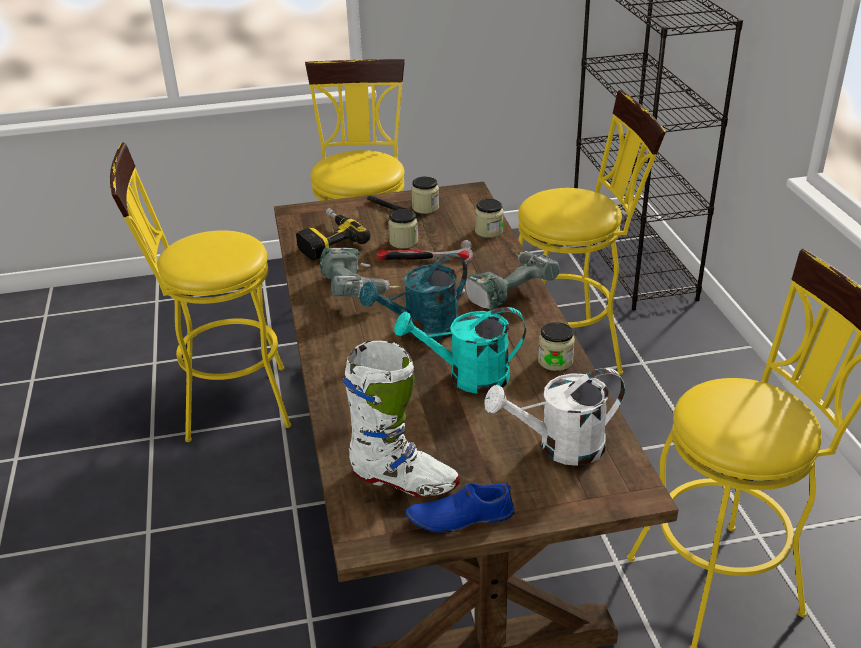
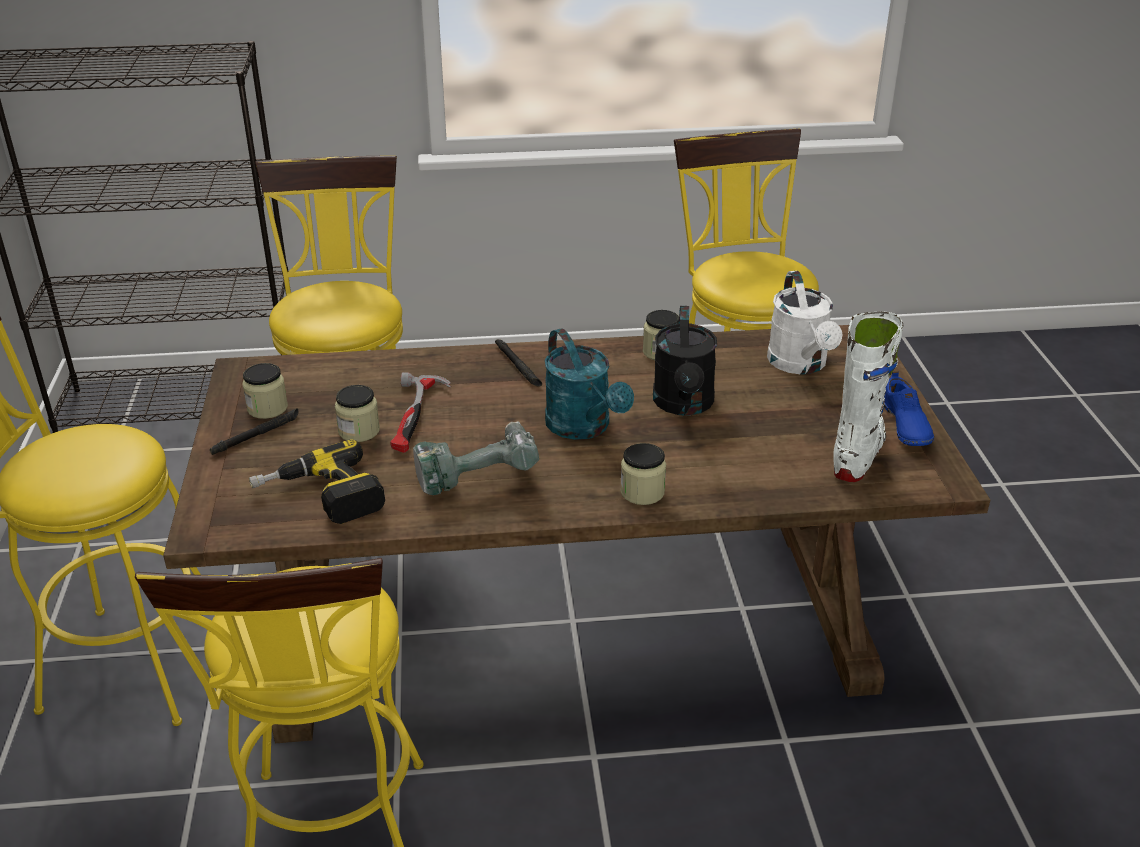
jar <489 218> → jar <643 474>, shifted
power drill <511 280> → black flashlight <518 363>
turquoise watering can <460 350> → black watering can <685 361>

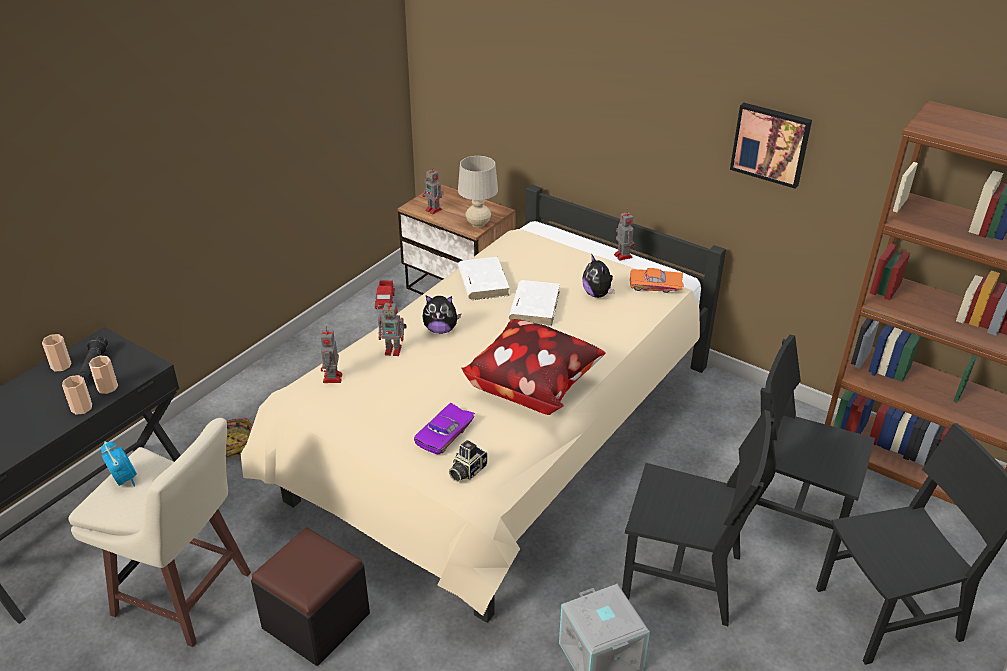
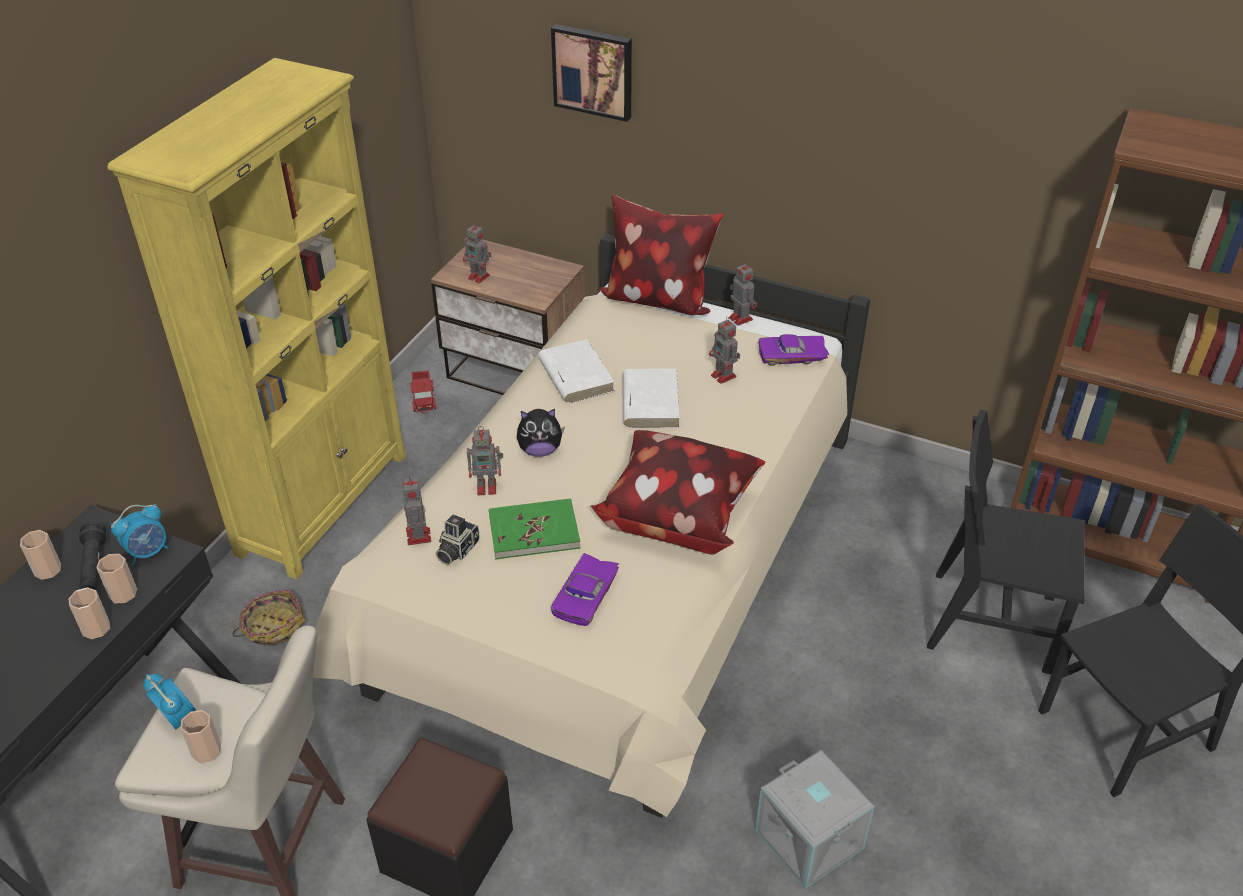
beige table lamp <478 191> → -
black chair <698 518> → -
- → yellow bookcase <257 319>
- → alarm clock <140 534>
- → cup <200 736>
- → green book <534 529>
- → pillow <661 255>
photo camera <468 461> → photo camera <457 539>, shifted
picture <771 145> → picture <591 73>, shifted
plush toy <598 276> → toy robot <724 350>
orange toy car <657 280> → purple toy car <794 350>

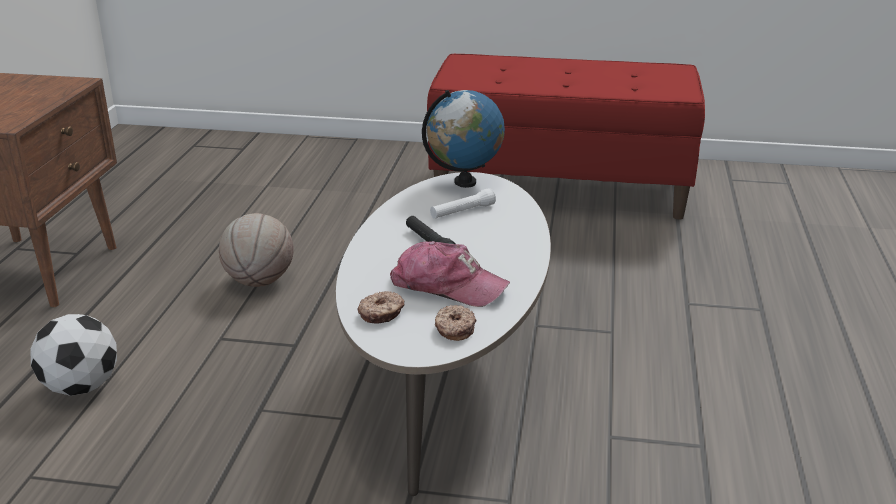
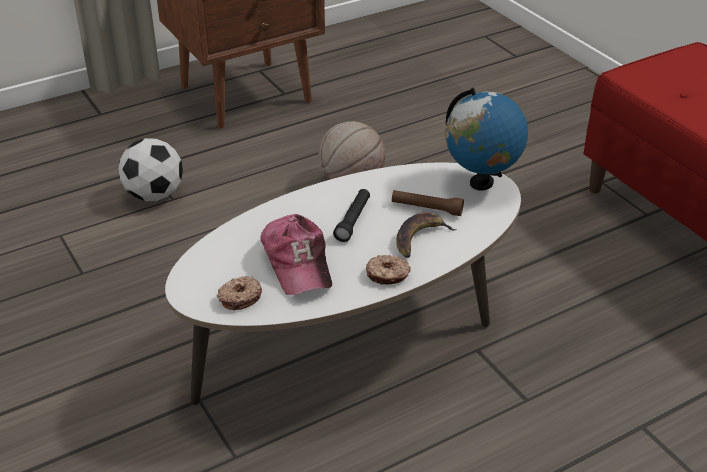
- → banana <426 235>
donut <381 307> → donut <388 270>, shifted
white flashlight <463 203> → brown flashlight <428 203>

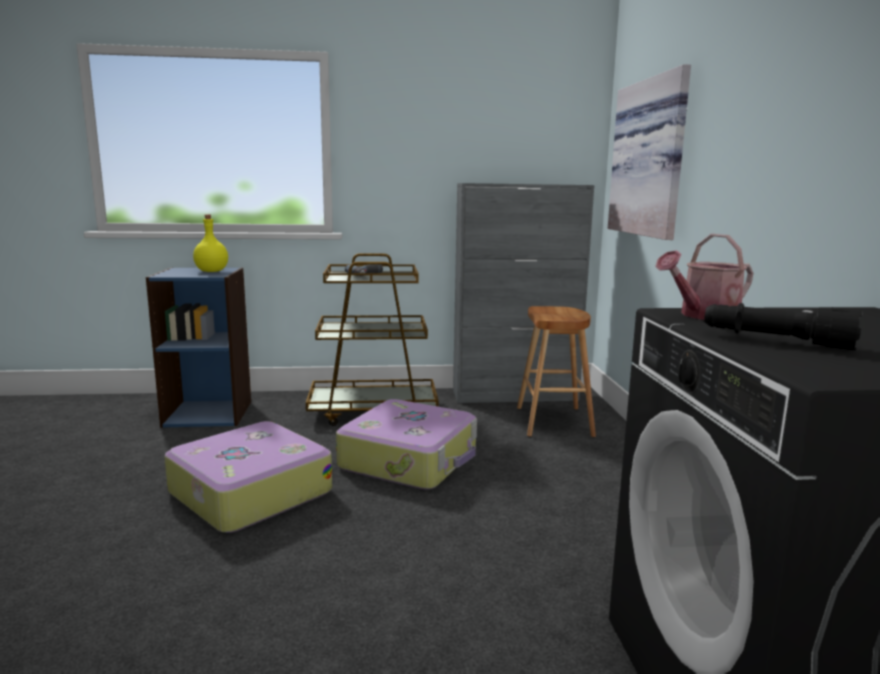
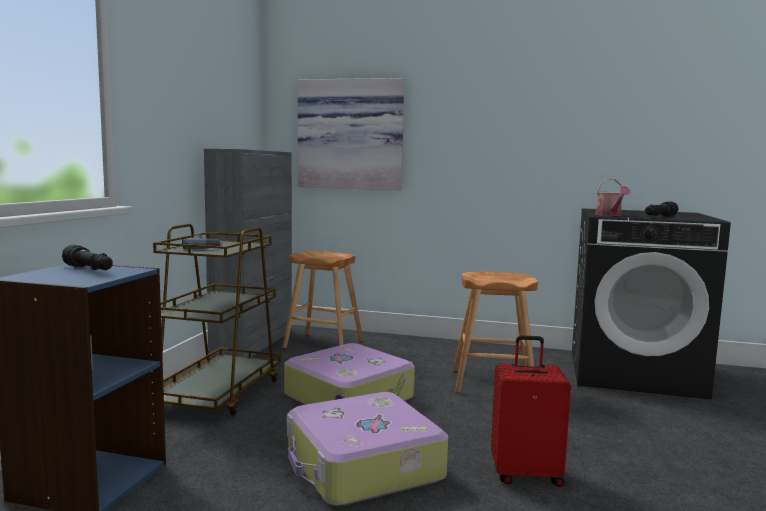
- → brown stool <495 332>
- → red suitcase <531 411>
yellow bottle <210 243> → black flashlight <87 257>

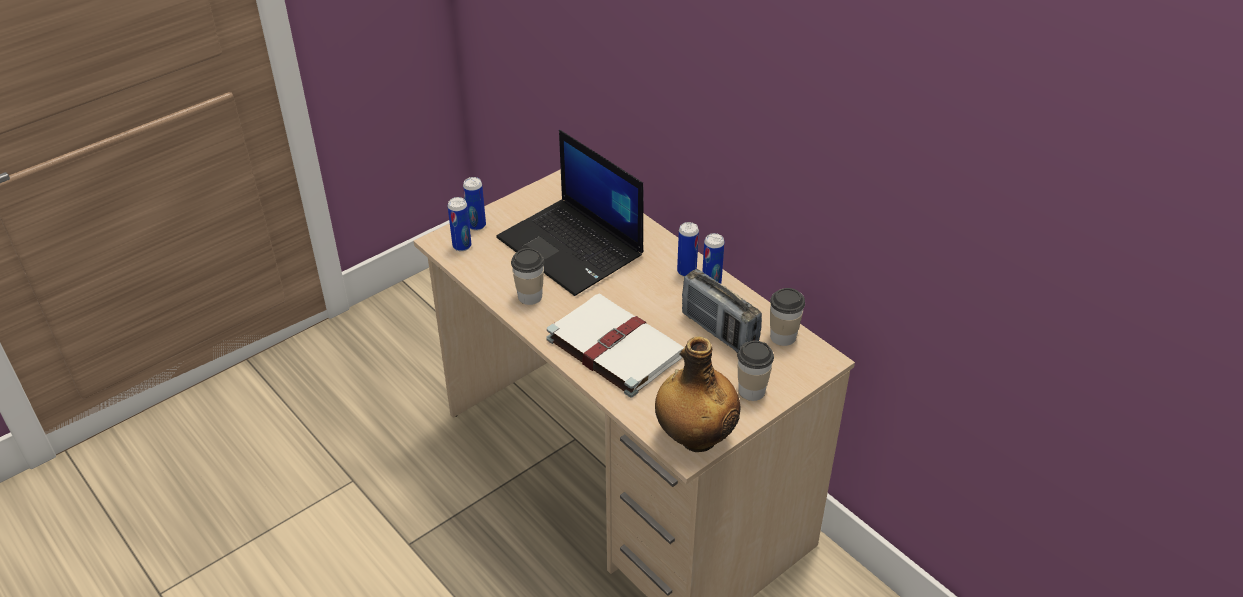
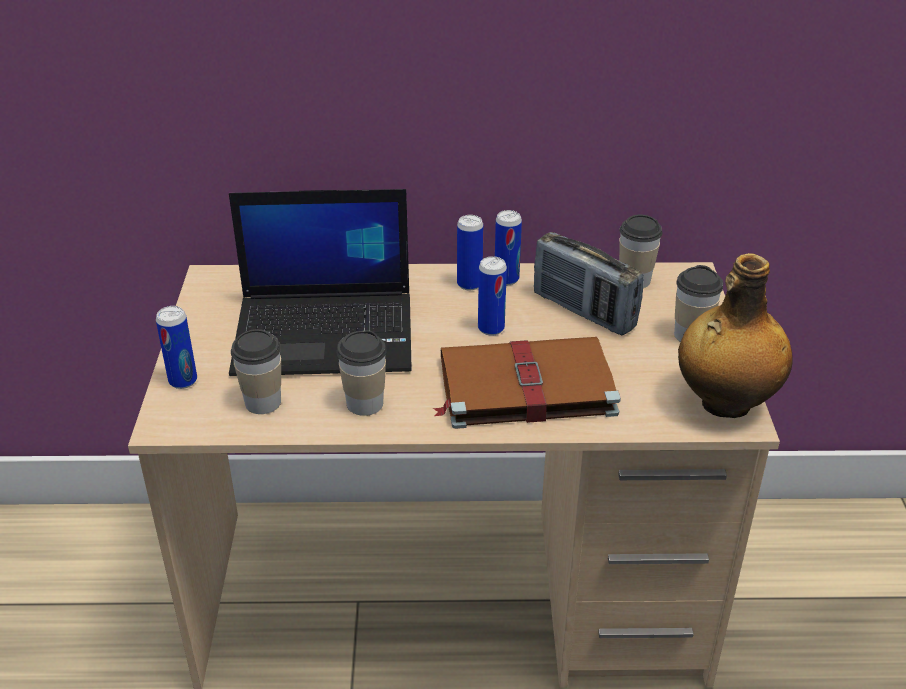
- → cup <256 371>
can <459 224> → can <492 296>, shifted
white book <615 345> → brown book <527 383>
radio <722 311> → radio <589 283>, 45 degrees clockwise

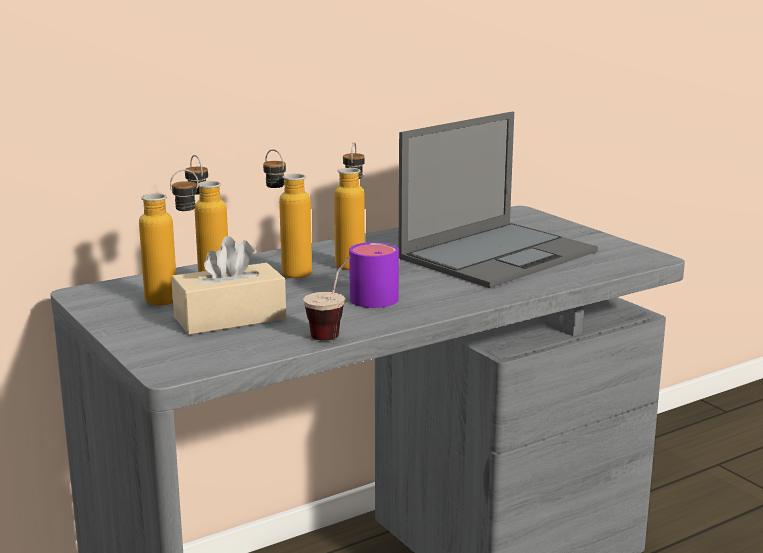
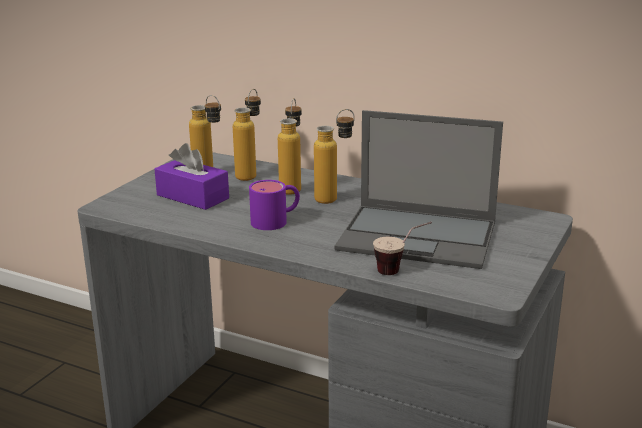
cup <326 298> → cup <402 248>, shifted
beige tissue box <228 285> → purple tissue box <191 176>

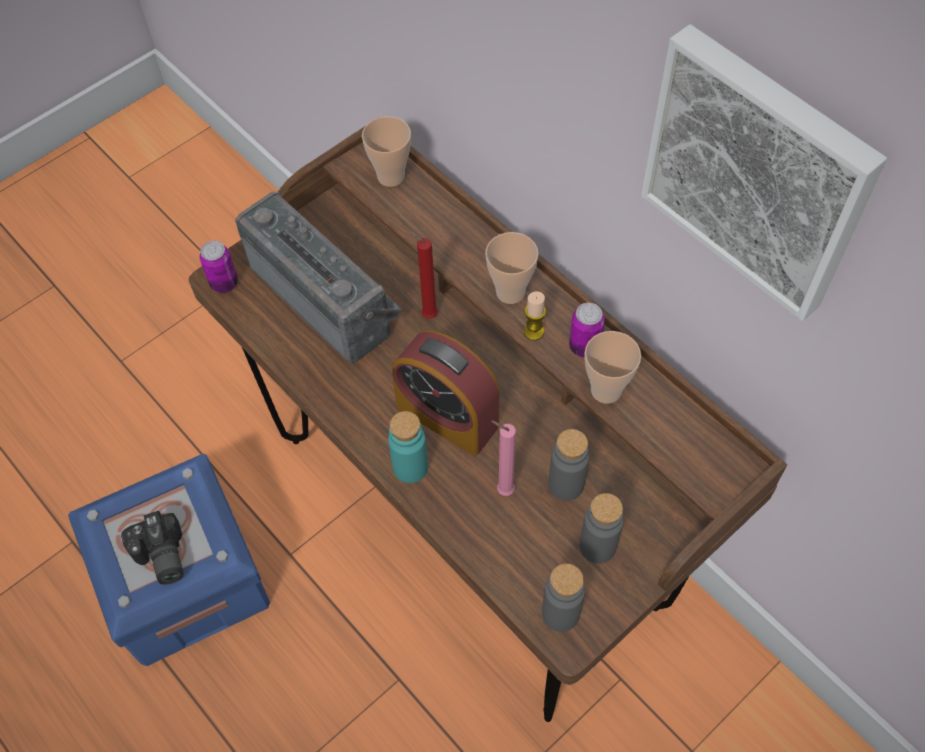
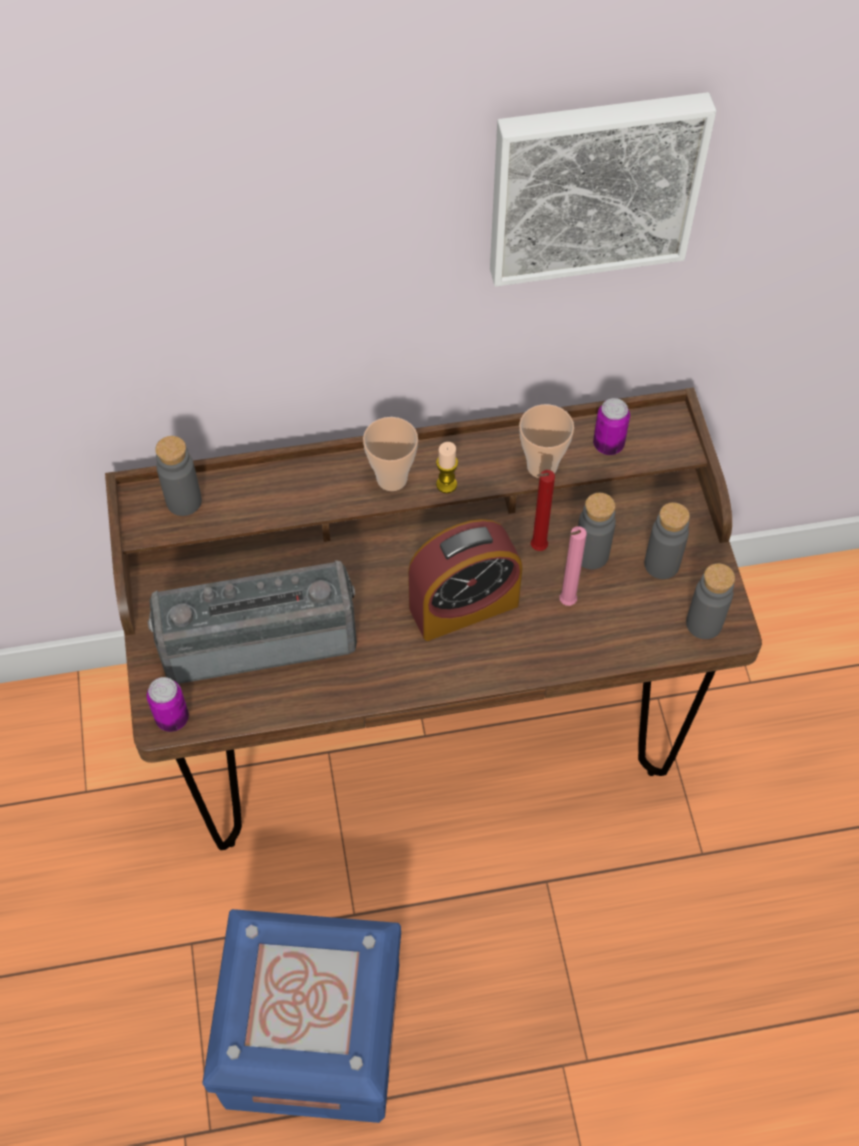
photo camera <152 548> → -
turquoise bottle <408 447> → -
red candle <423 275> → red candle <543 510>, shifted
can <587 330> → can <611 426>, shifted
cup <386 151> → grey bottle <178 476>

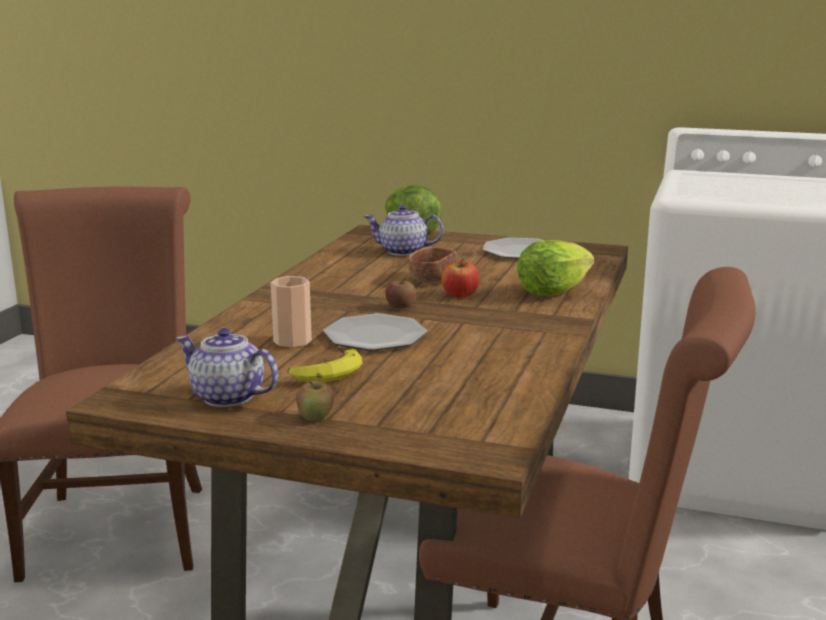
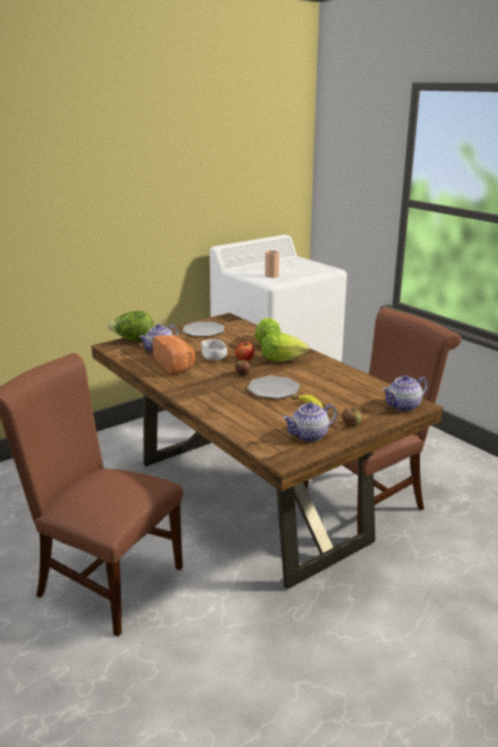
- → bread <173 354>
- → lettuce <285 347>
- → teapot <405 393>
cup <291 312> → cup <272 264>, shifted
brown bowl <432 265> → white bowl <214 350>

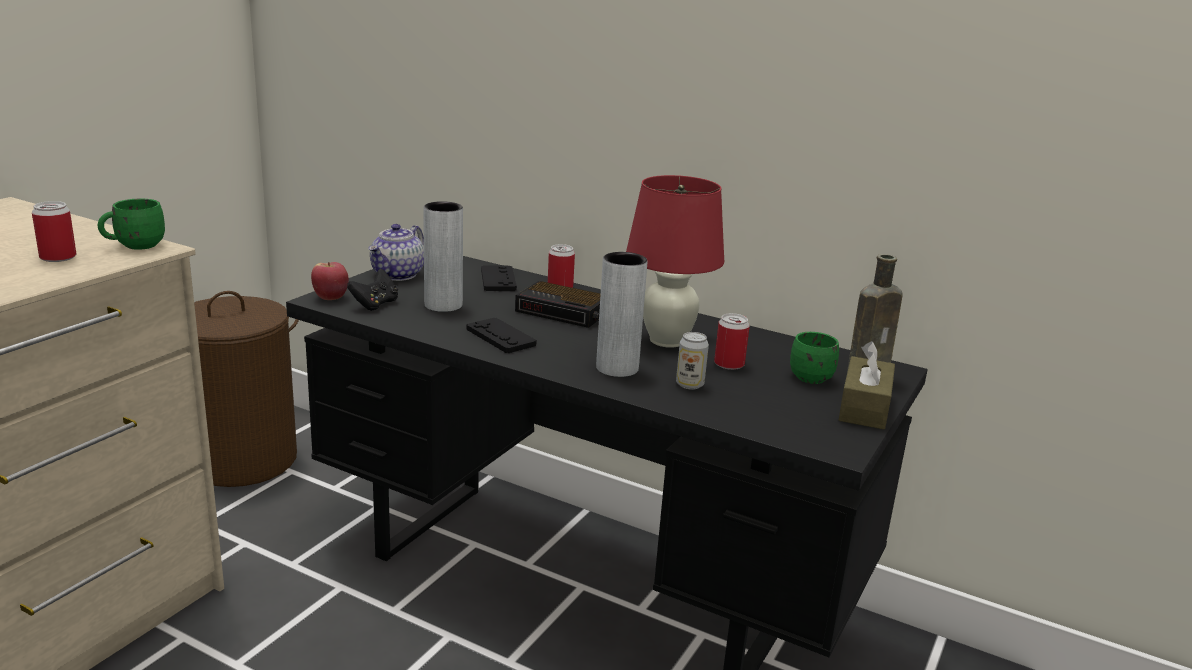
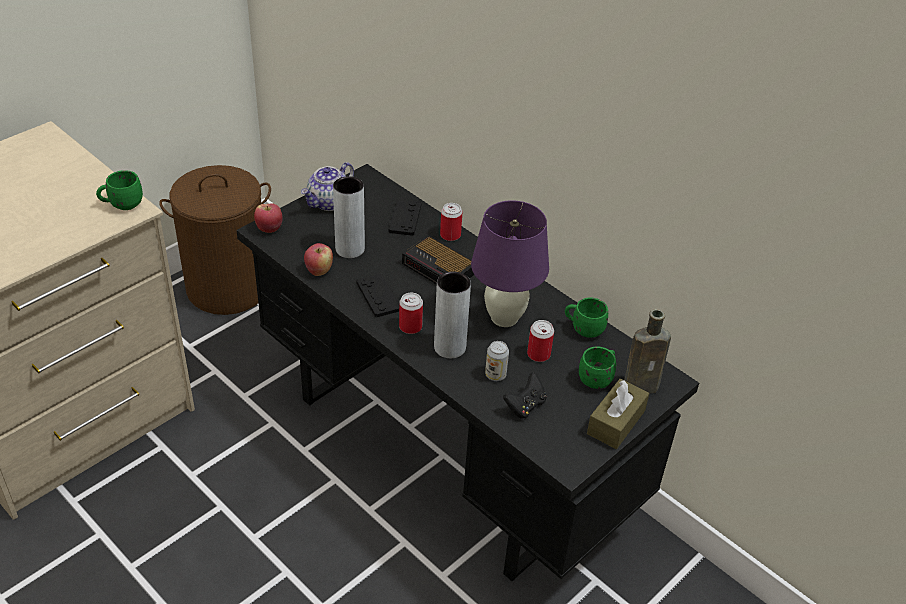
- → apple <318 259>
- → green mug <586 318>
can <54 231> → can <411 313>, shifted
black game controller <372 290> → black game controller <525 395>, shifted
red table lamp <675 261> → purple table lamp <510 263>

